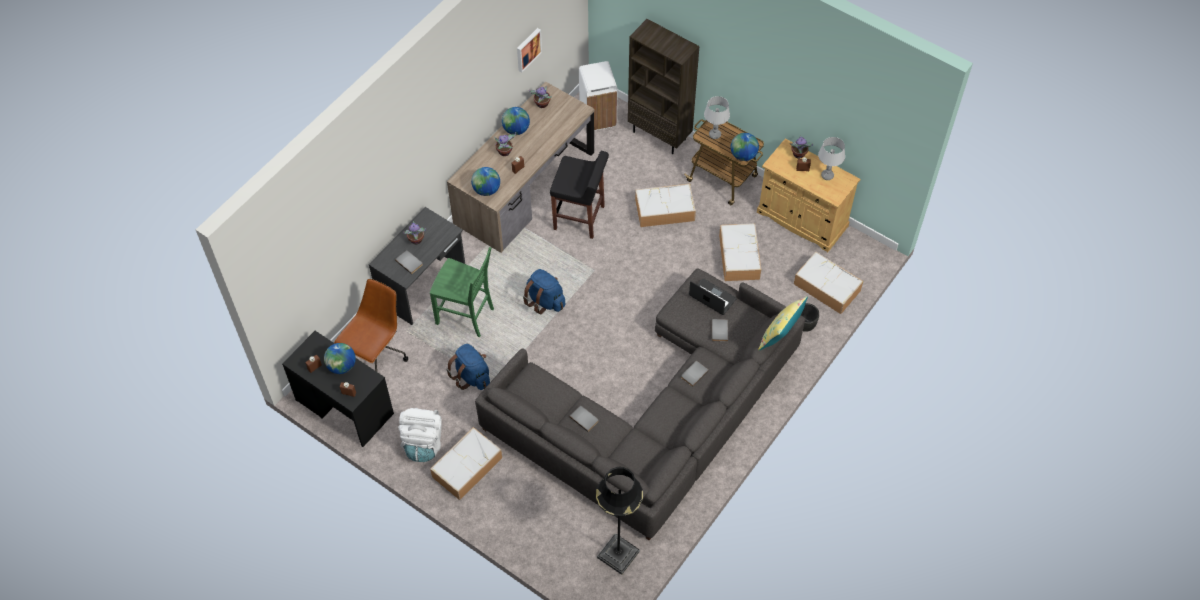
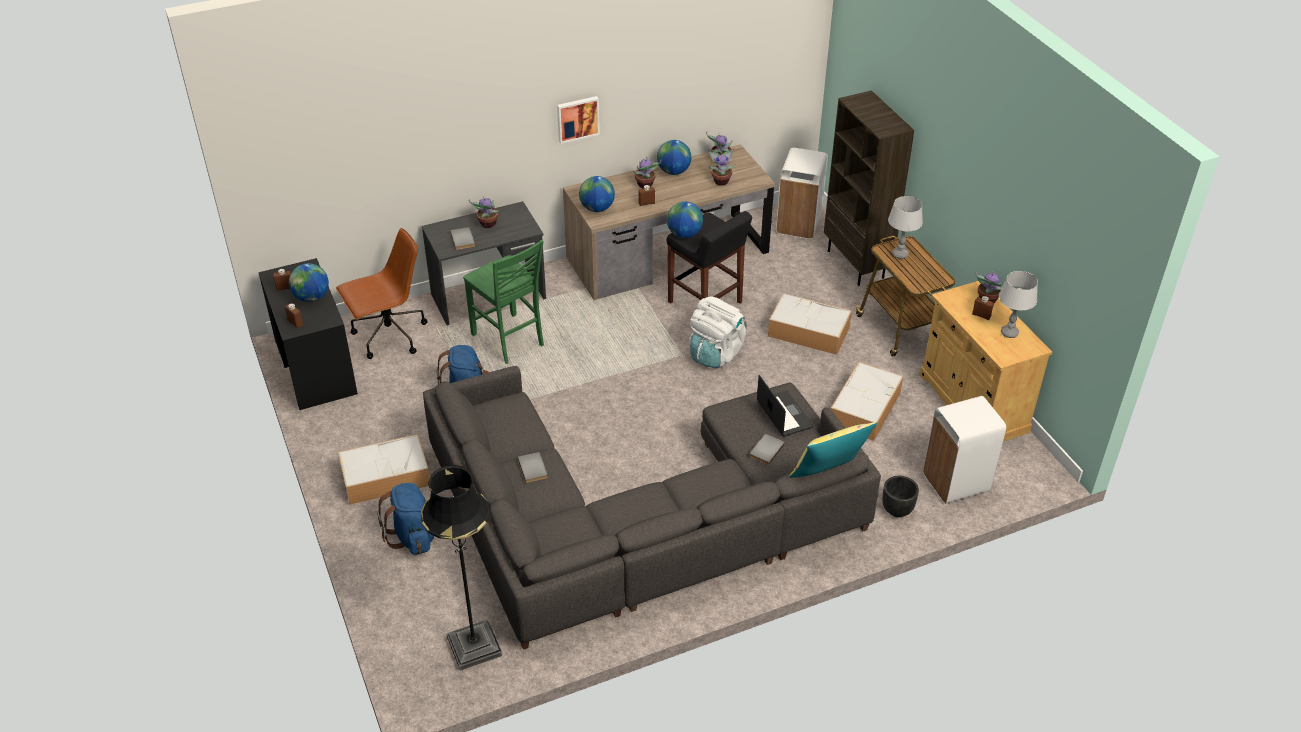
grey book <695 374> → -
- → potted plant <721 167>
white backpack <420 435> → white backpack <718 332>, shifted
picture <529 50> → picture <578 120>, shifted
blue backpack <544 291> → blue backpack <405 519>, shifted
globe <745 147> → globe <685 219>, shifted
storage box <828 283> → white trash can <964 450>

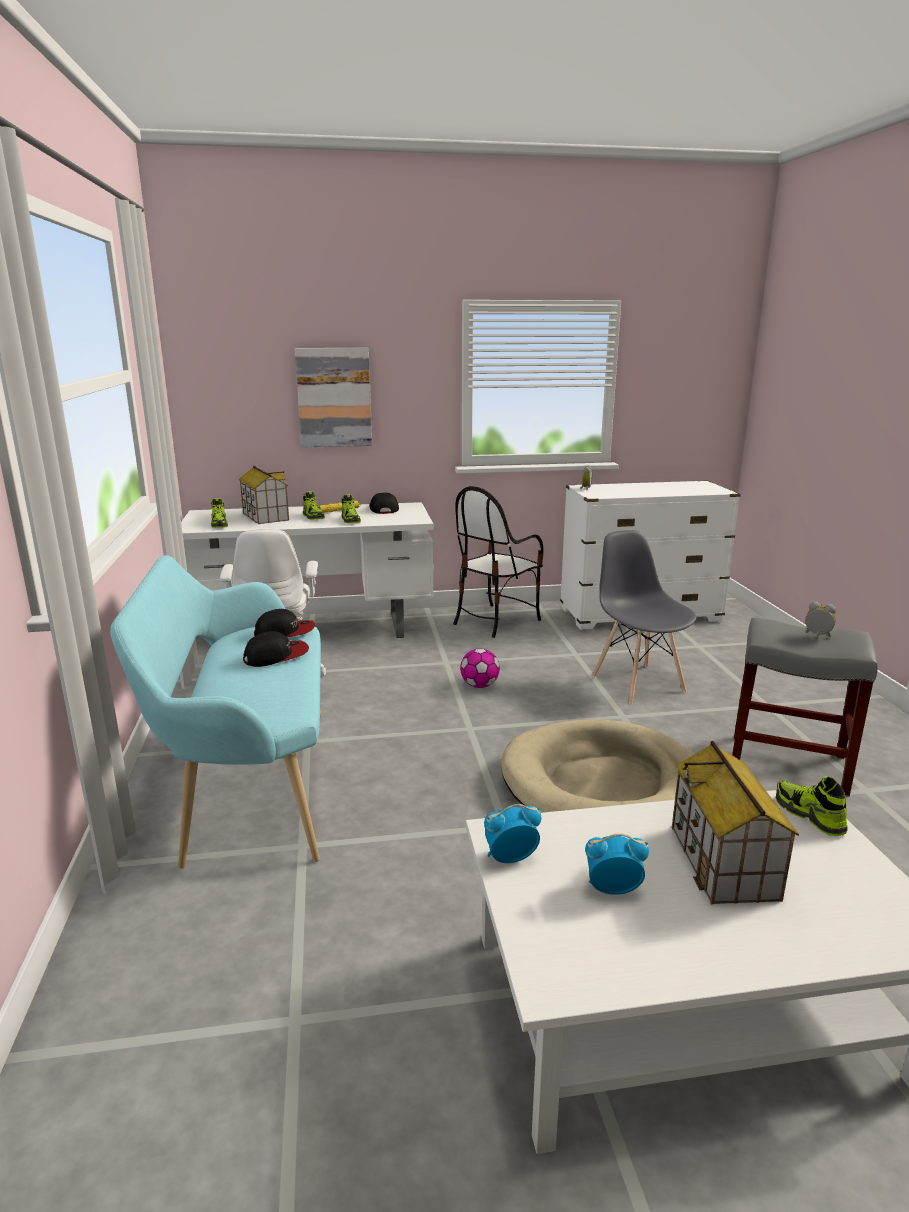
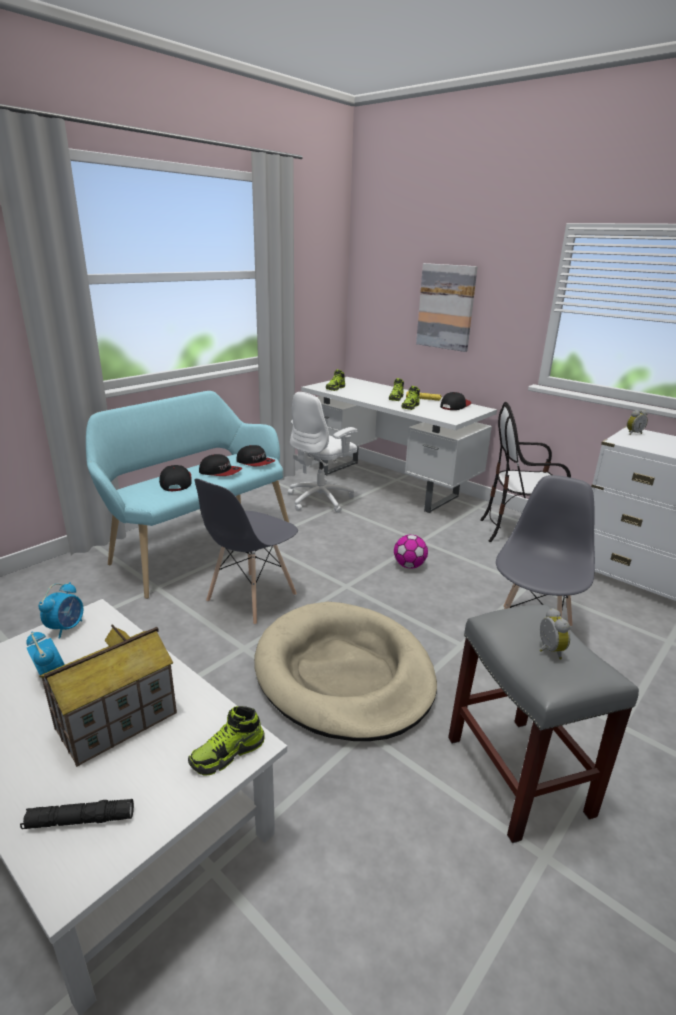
toy house <263 495> → -
- → black flashlight <77 814>
- → cap <175 478>
- → grey chair <246 551>
alarm clock <512 833> → alarm clock <61 610>, 75 degrees clockwise
shoe <812 806> → shoe <226 741>, 150 degrees counterclockwise

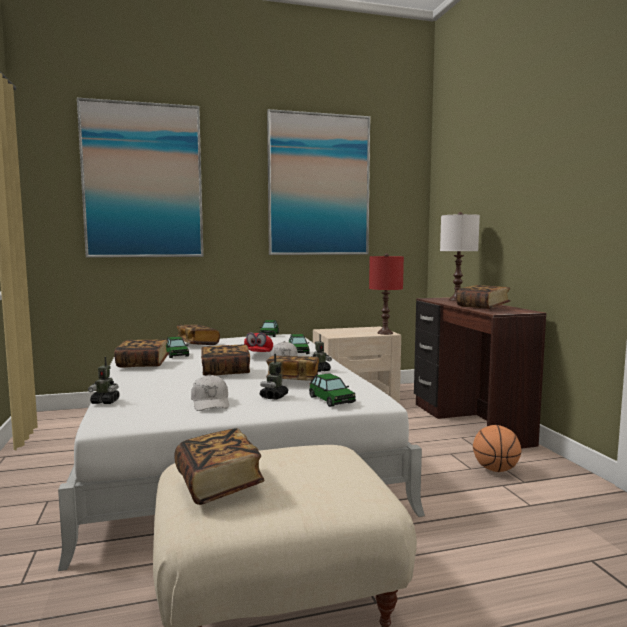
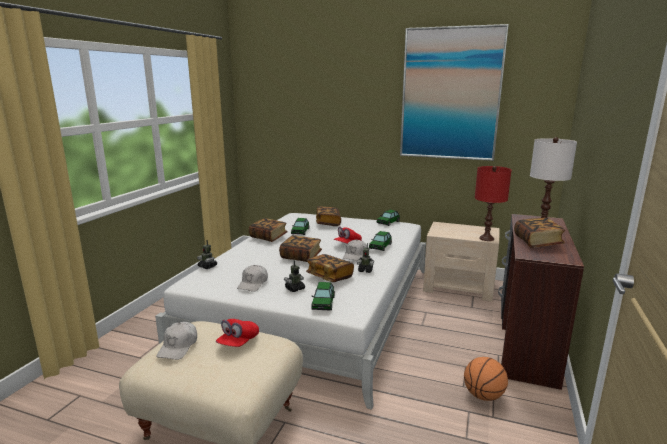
picture <140 178> → -
- → red cap <237 333>
book <219 466> → white cap <177 341>

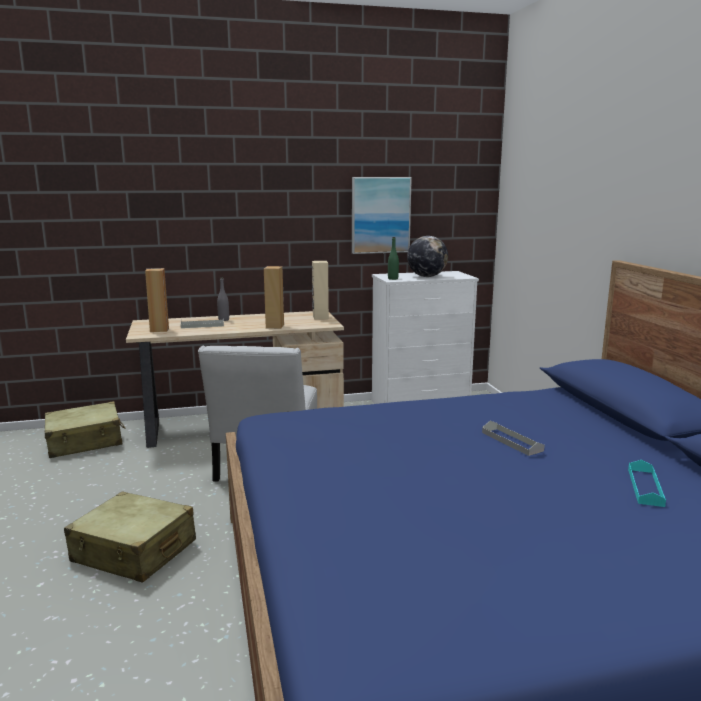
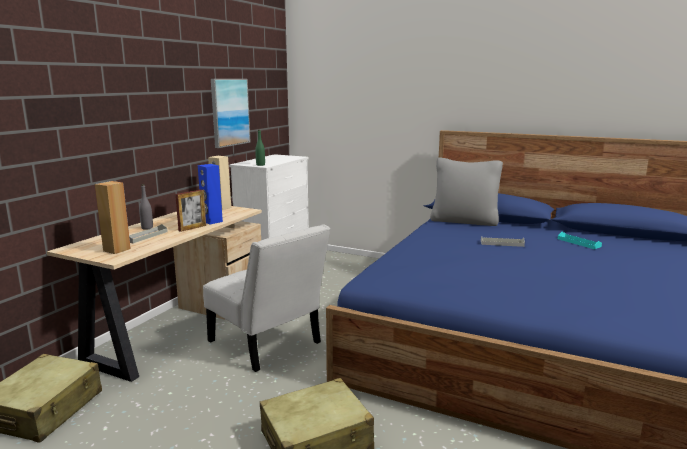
globe <427 256> → -
- → picture frame <190 211>
- → grey pillow <466 191>
brown speaker <274 297> → blue speaker <210 194>

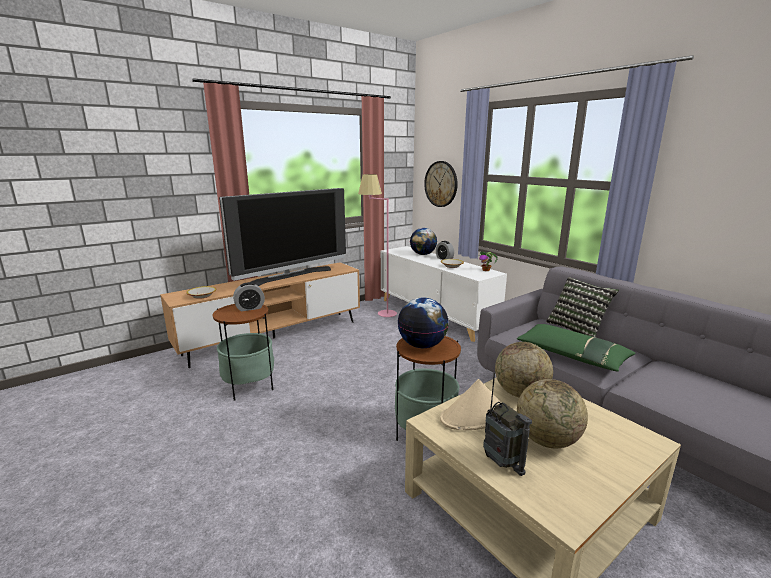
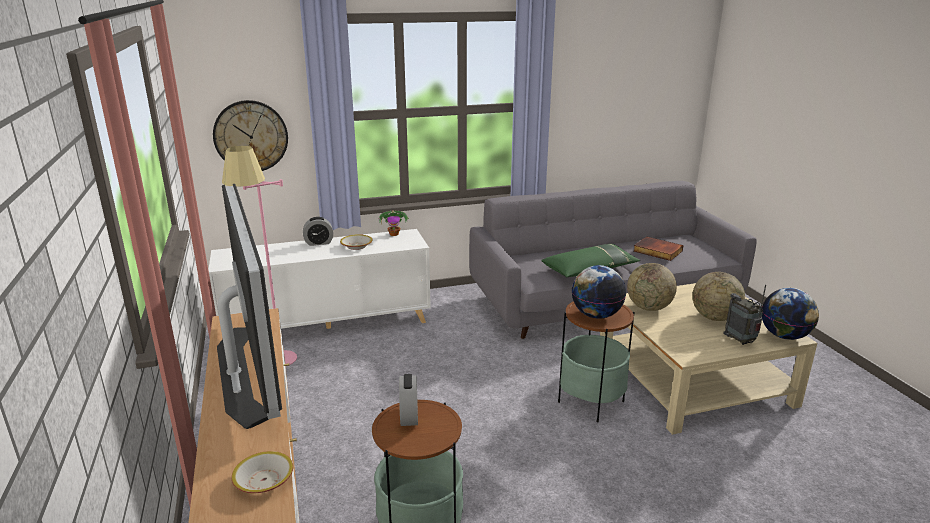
beige hat <471 404> → -
pillow <582 307> → -
- → book <659 249>
globe <423 241> → globe <790 314>, shifted
radio <507 424> → radio <744 315>, 105 degrees counterclockwise

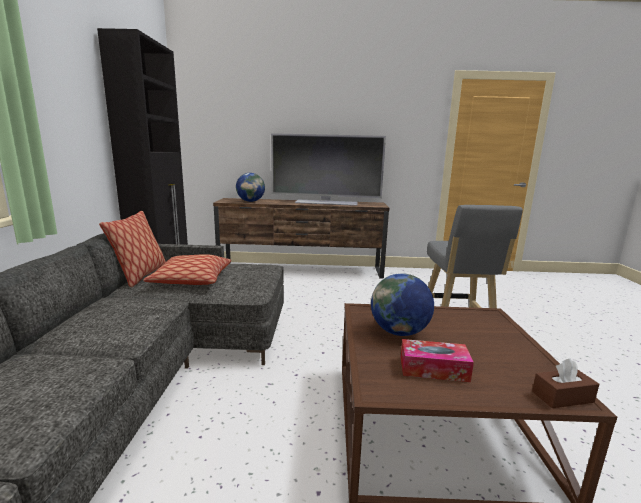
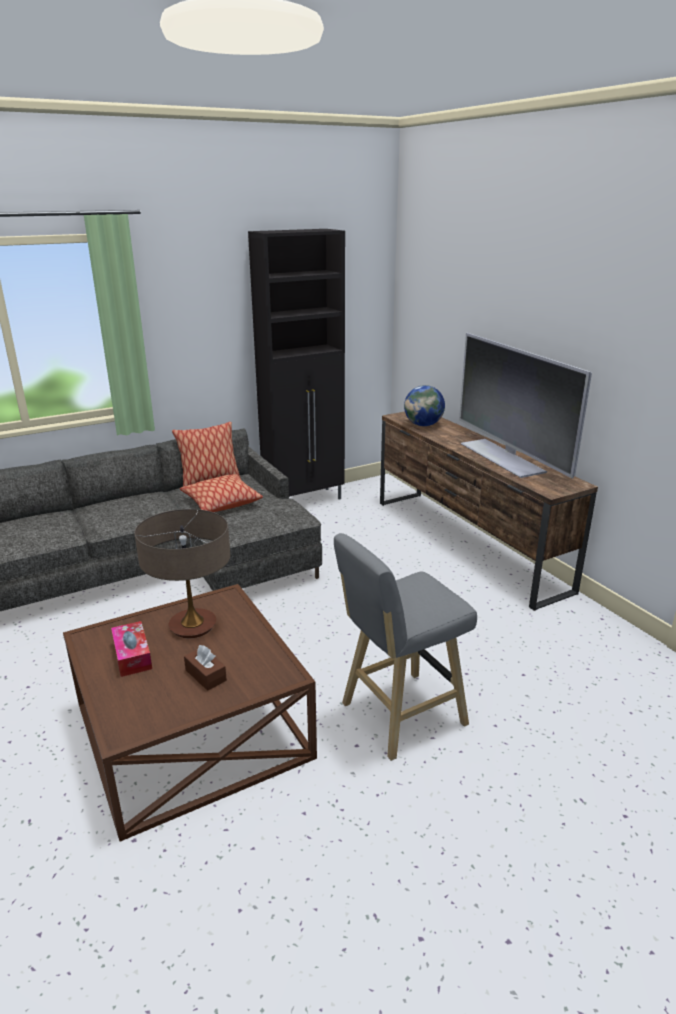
brown tissue box <565 383> → brown tissue box <205 668>, shifted
globe <402 304> → table lamp <183 573>

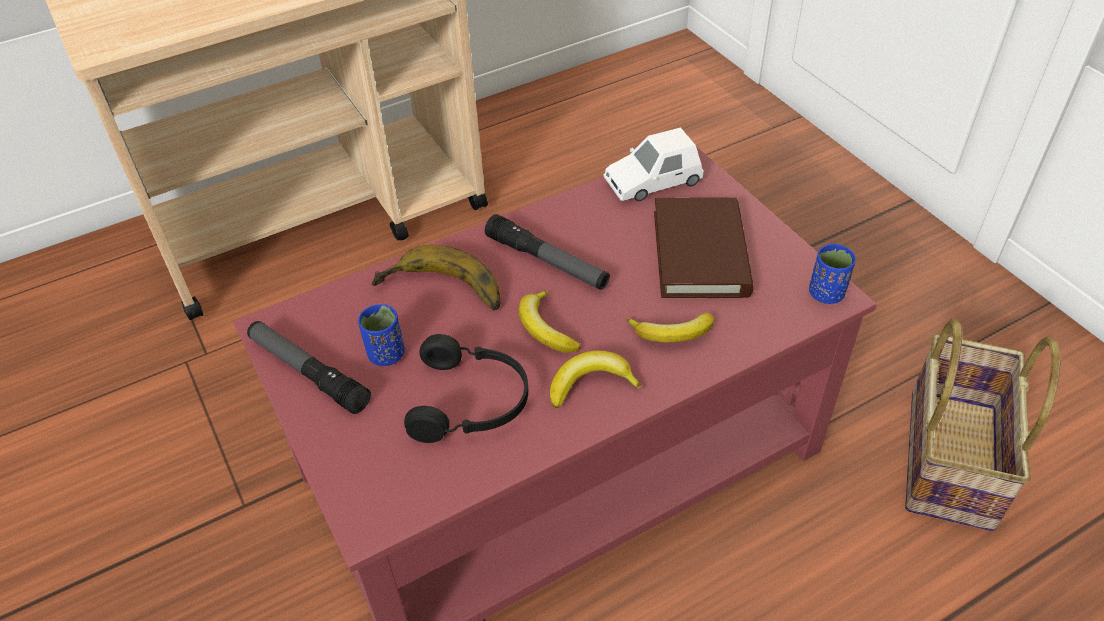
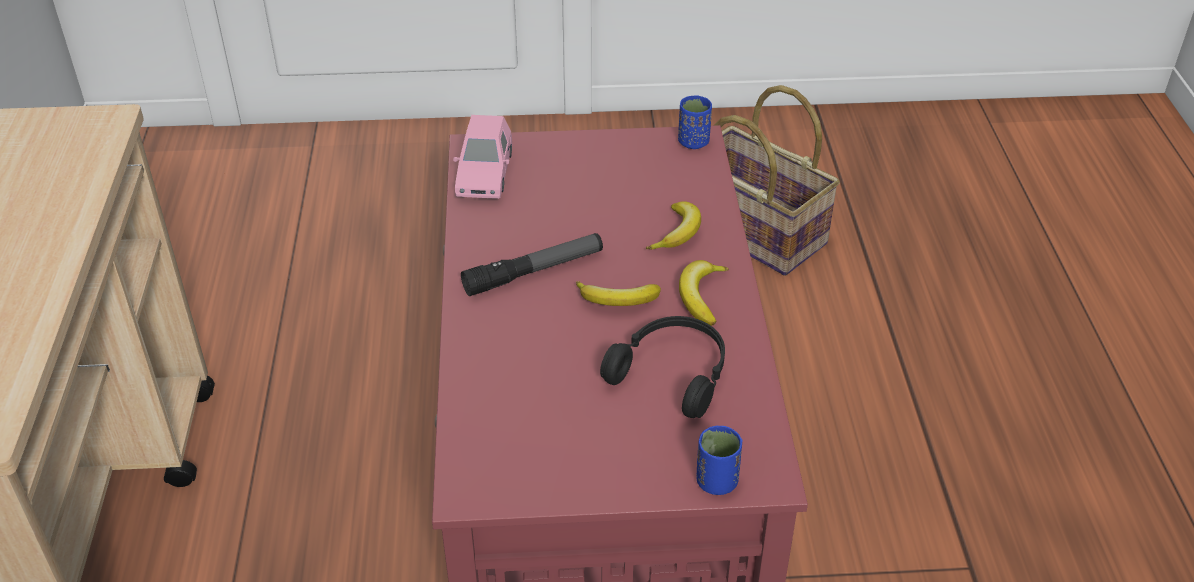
flashlight <309 367> → -
banana <436 278> → -
brown book <704 247> → -
blue cup <381 335> → blue cup <719 460>, shifted
white toy car <654 164> → pink toy car <482 157>

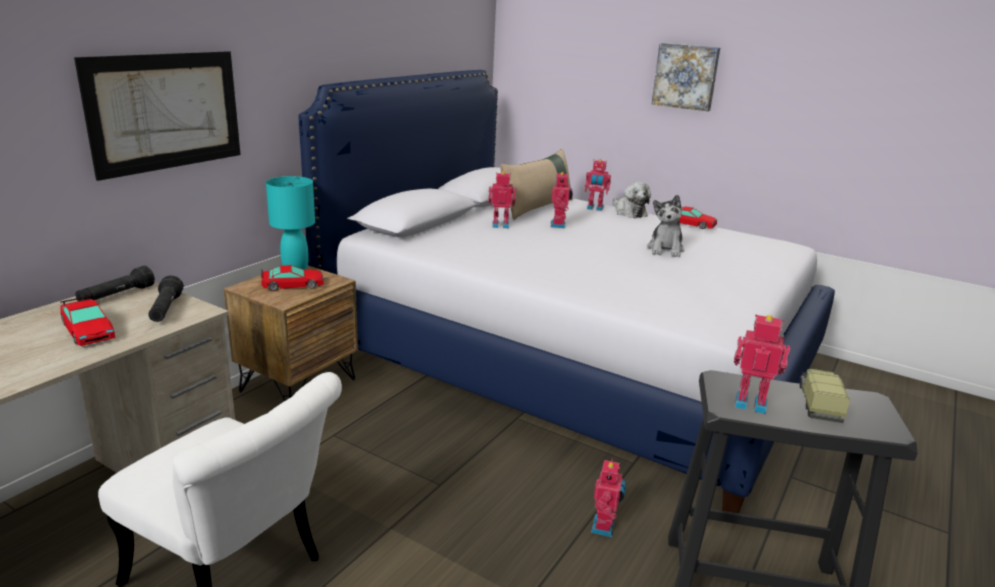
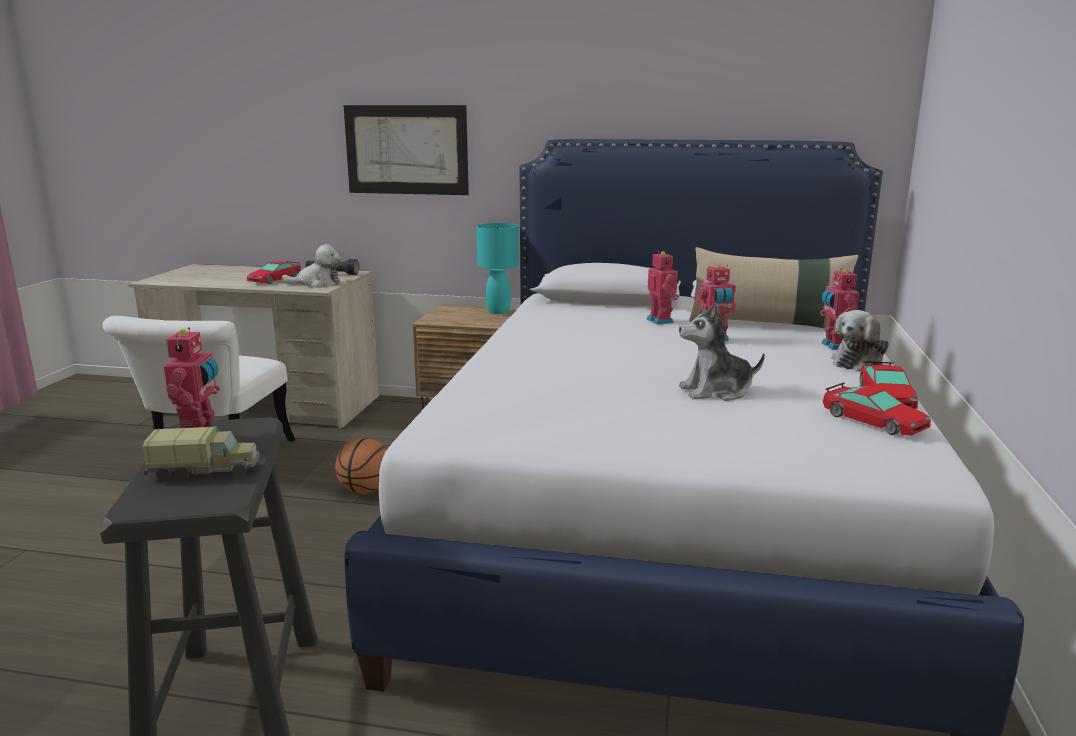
toy robot <608 497> → -
picture <686 77> → -
- → basketball <361 466>
toy car <292 278> → toy car <877 409>, shifted
black flashlight <166 299> → plush toy <311 266>

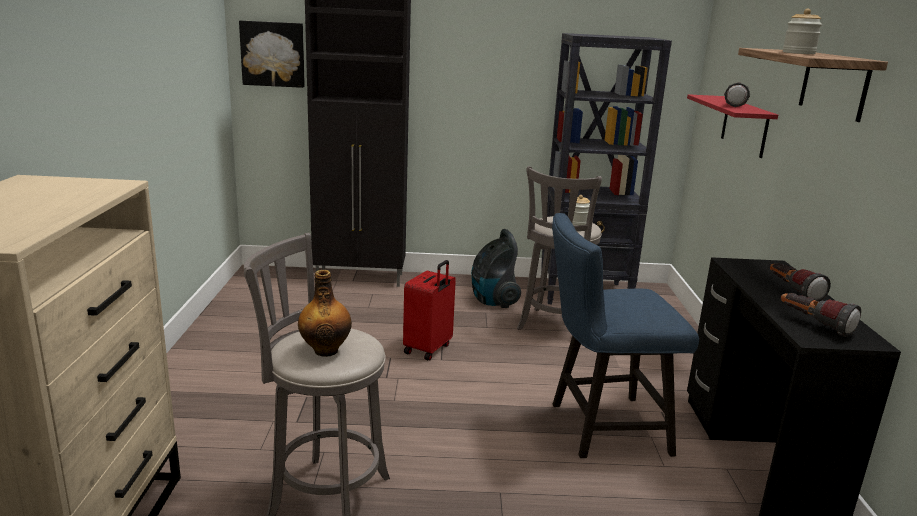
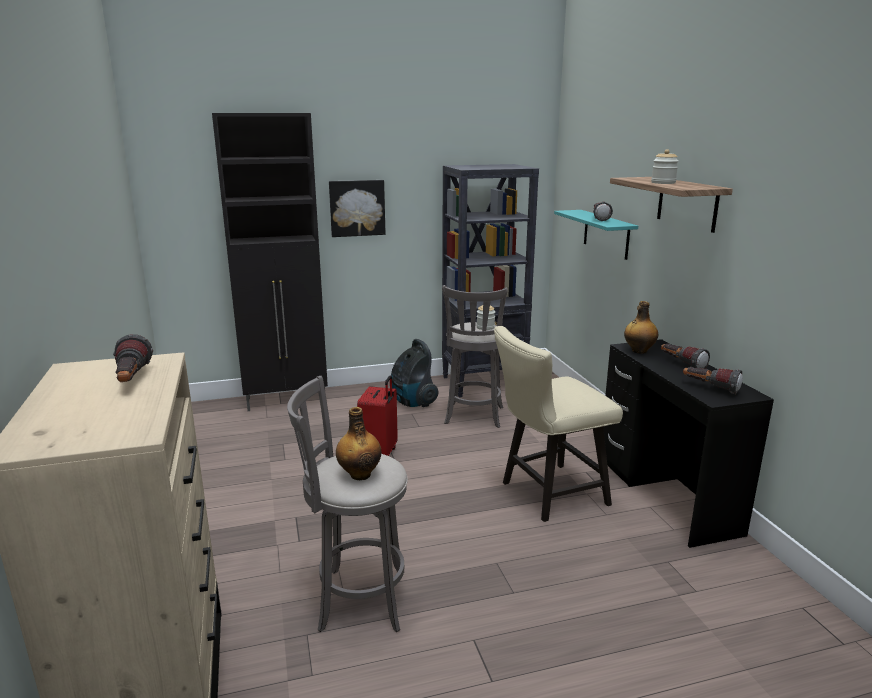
- → flashlight <133 358>
- → bottle <641 327>
picture <272 54> → picture <357 208>, shifted
blue chair <625 335> → beige chair <558 424>
red shelf <732 126> → turquoise shelf <596 235>

